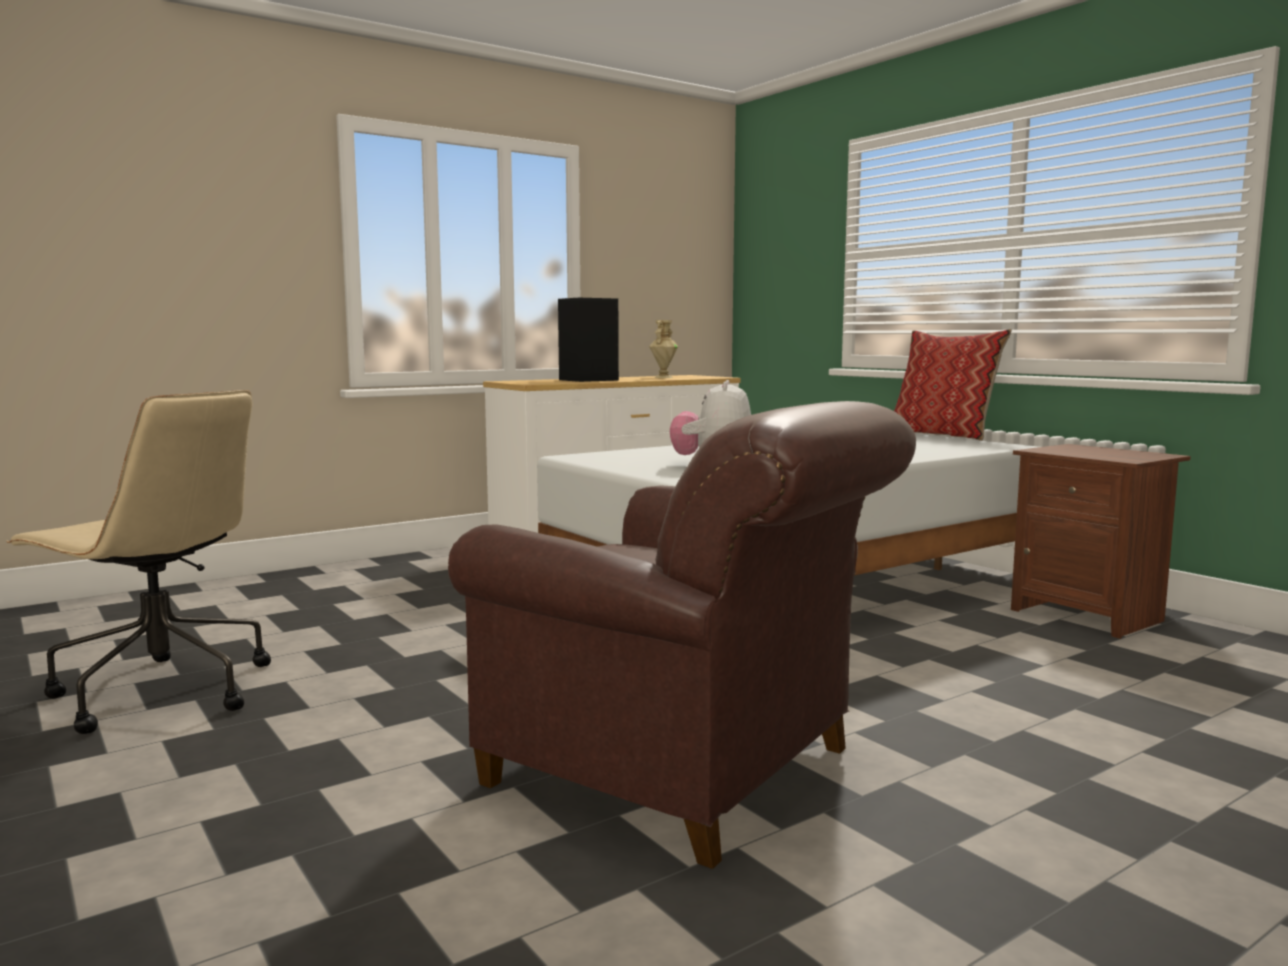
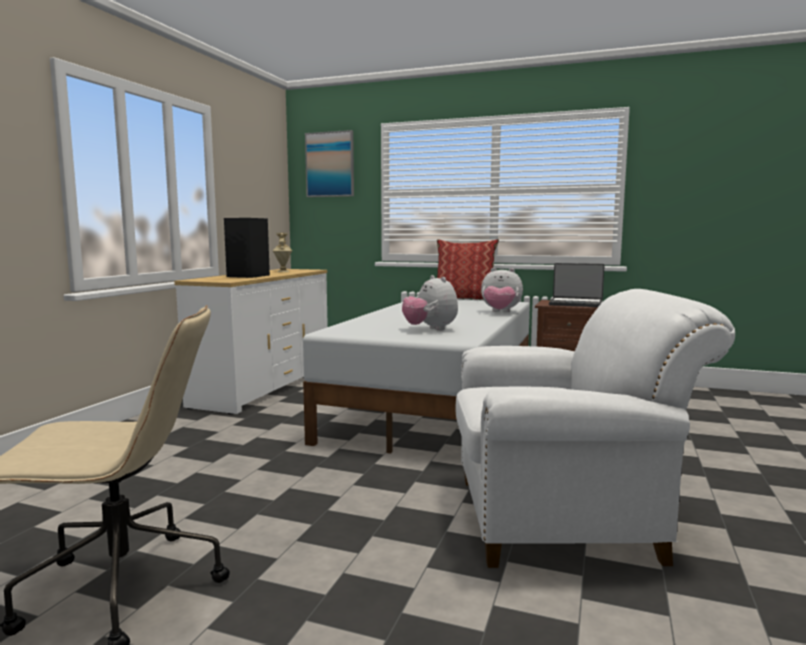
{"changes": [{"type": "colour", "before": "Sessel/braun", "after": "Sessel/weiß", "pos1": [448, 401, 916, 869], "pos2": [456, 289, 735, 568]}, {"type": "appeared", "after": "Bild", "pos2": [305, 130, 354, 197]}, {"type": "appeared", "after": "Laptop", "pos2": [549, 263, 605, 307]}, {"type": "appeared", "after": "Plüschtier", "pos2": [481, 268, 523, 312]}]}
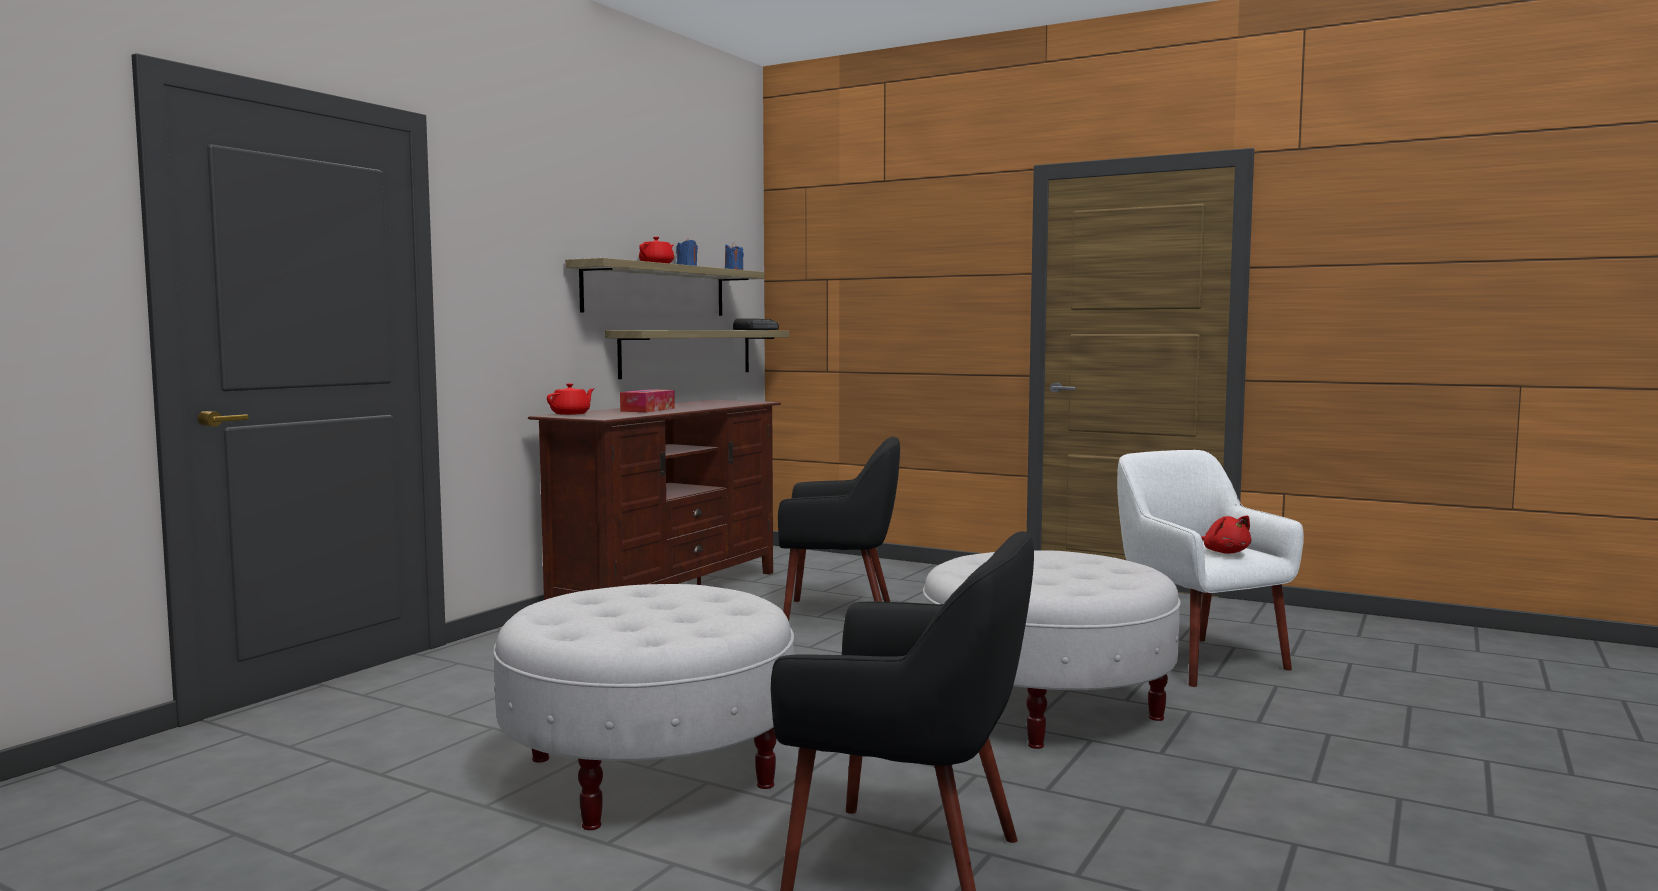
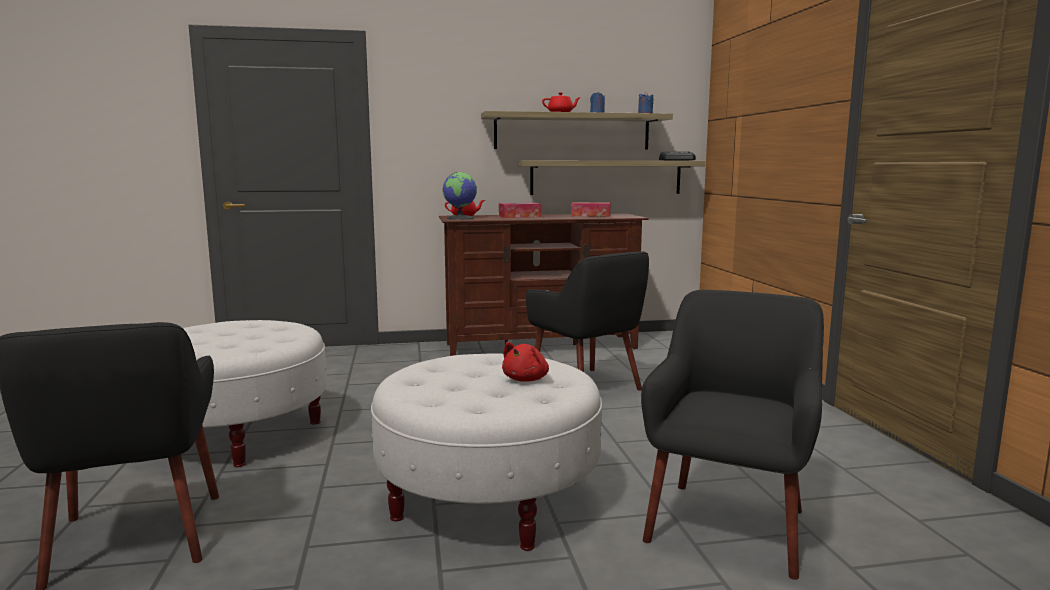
{"changes": [{"type": "colour", "before": "Sessel/weiß", "after": "Sessel/schwarz", "pos1": [1117, 450, 1304, 687], "pos2": [641, 290, 824, 580]}, {"type": "relocated", "before": "Plüschtier/rot", "pos1": [1201, 515, 1251, 554], "pos2": [502, 342, 549, 382]}, {"type": "appeared", "after": "Globus", "pos2": [443, 172, 477, 220]}, {"type": "appeared", "after": "Taschentuchbox", "pos2": [571, 202, 611, 217]}]}
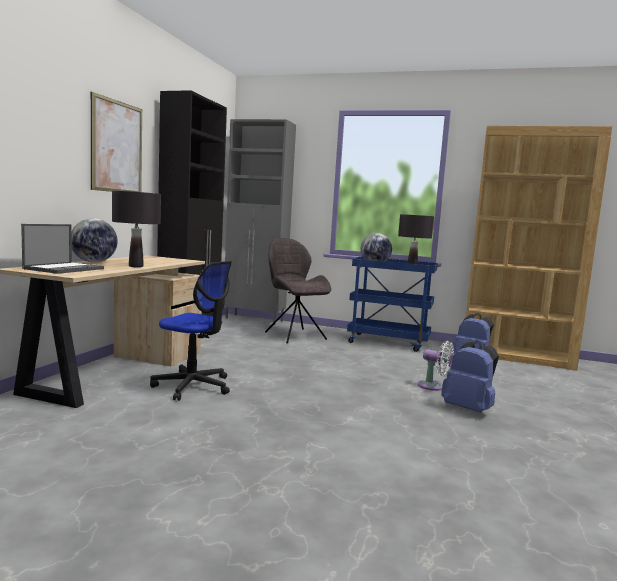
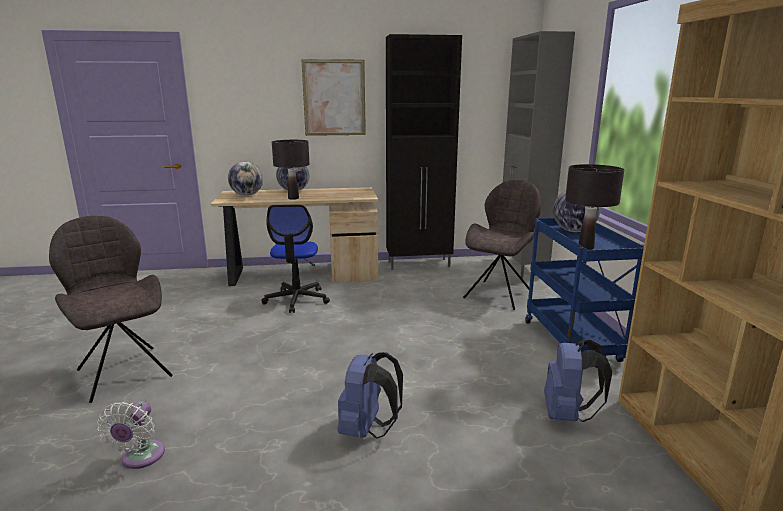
{"changes": [{"type": "exchanged", "before": "Laptop", "after": "Globus", "pos1": [21, 224, 104, 274], "pos2": [228, 162, 263, 196]}, {"type": "relocated", "before": "Ventilator/weiß", "pos1": [418, 341, 454, 391], "pos2": [97, 401, 165, 469]}, {"type": "appeared", "after": "Stuhl/grau", "pos2": [49, 216, 173, 403]}]}
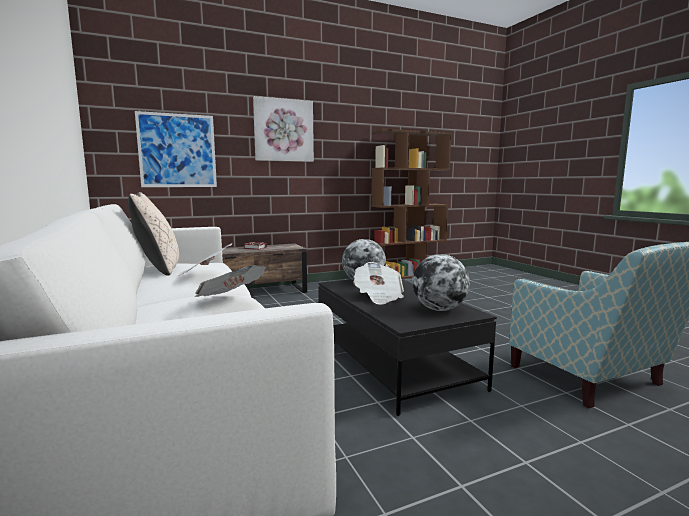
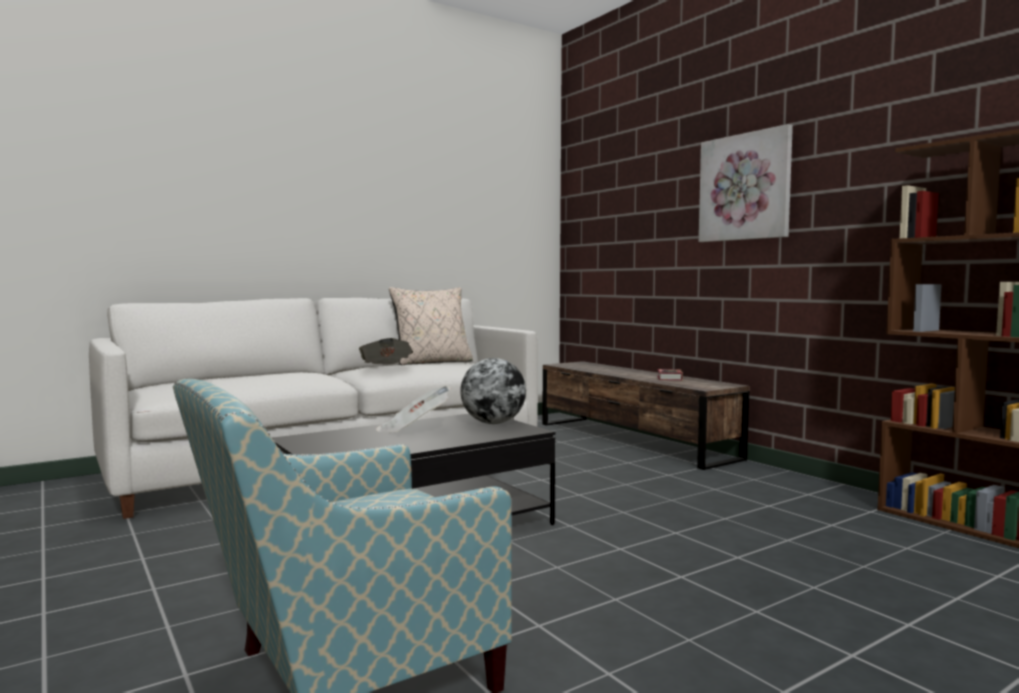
{"changes": [{"type": "missing", "before": "Bild", "pos1": [135, 111, 217, 187]}, {"type": "missing", "before": "Globus", "pos1": [412, 254, 470, 311]}, {"type": "missing", "before": "Zeitung", "pos1": [195, 265, 266, 297]}]}
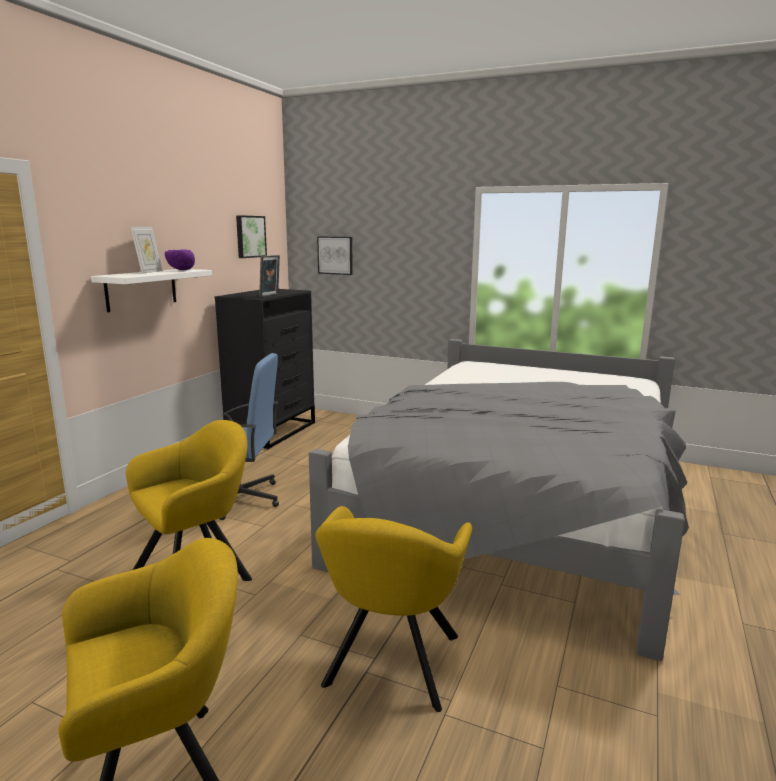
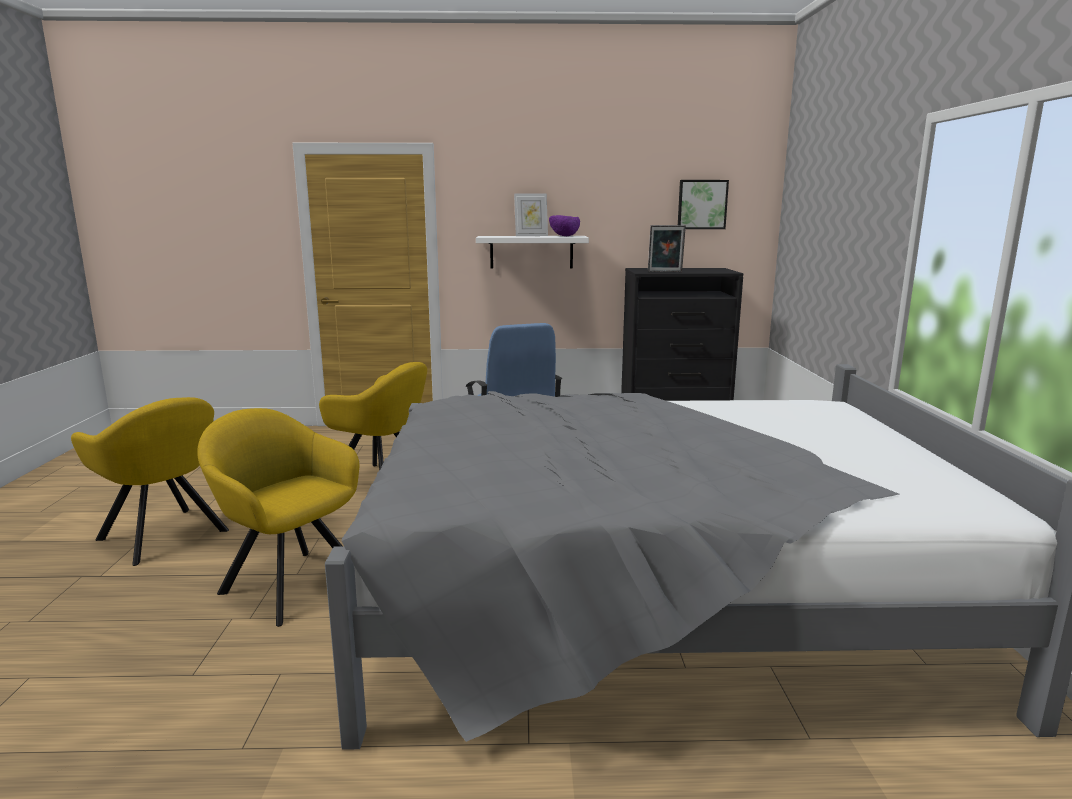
{"changes": [{"type": "missing", "before": "Bild", "pos1": [317, 236, 353, 275]}, {"type": "spun", "before": "Sessel/gelb", "pos1": [315, 506, 472, 712], "pos2": [197, 408, 359, 627], "turn": 45}]}
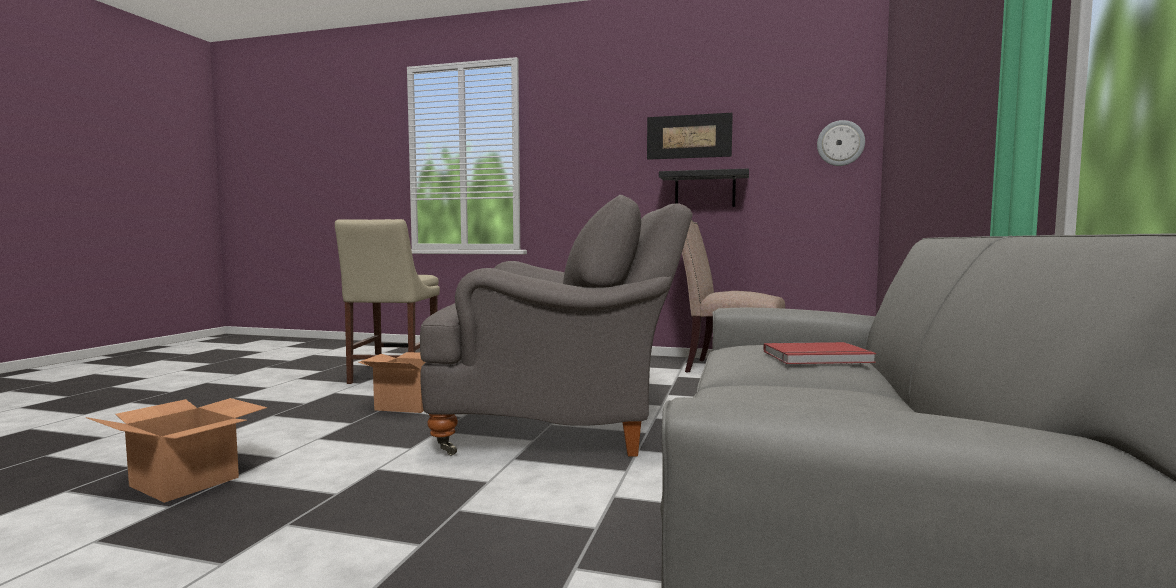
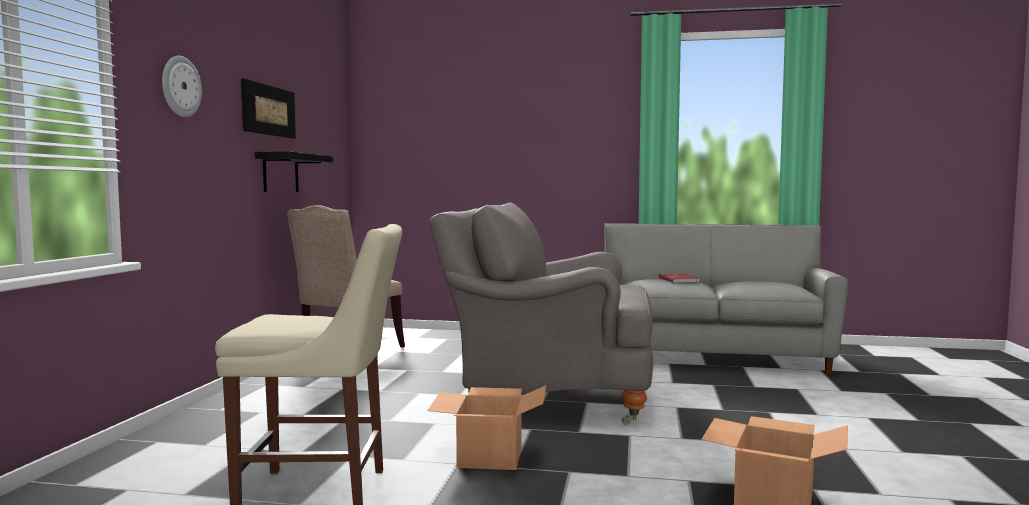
{"changes": [{"type": "relocated", "before": "Wanduhr", "pos1": [817, 120, 865, 166], "pos2": [162, 56, 202, 117]}, {"type": "spun", "before": "Sessel/grau", "pos1": [420, 195, 693, 457], "pos2": [429, 202, 653, 425], "turn": -75}]}
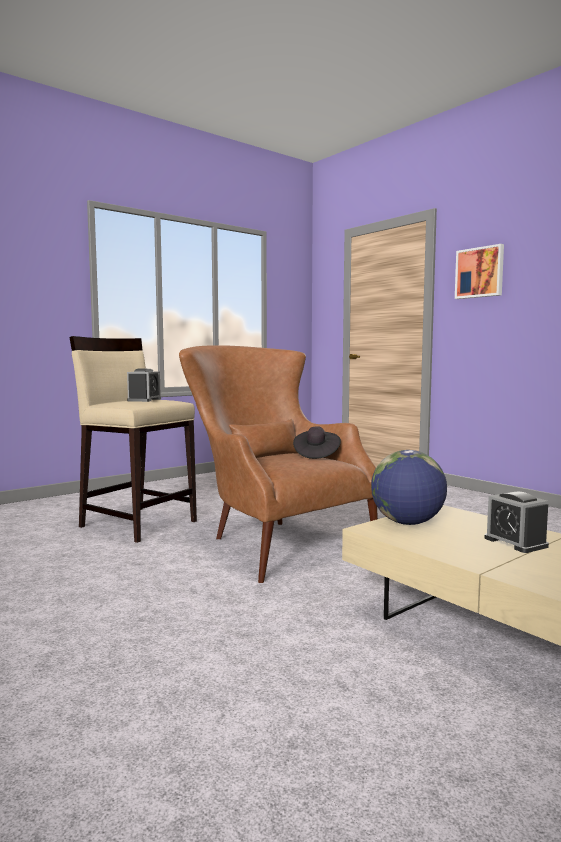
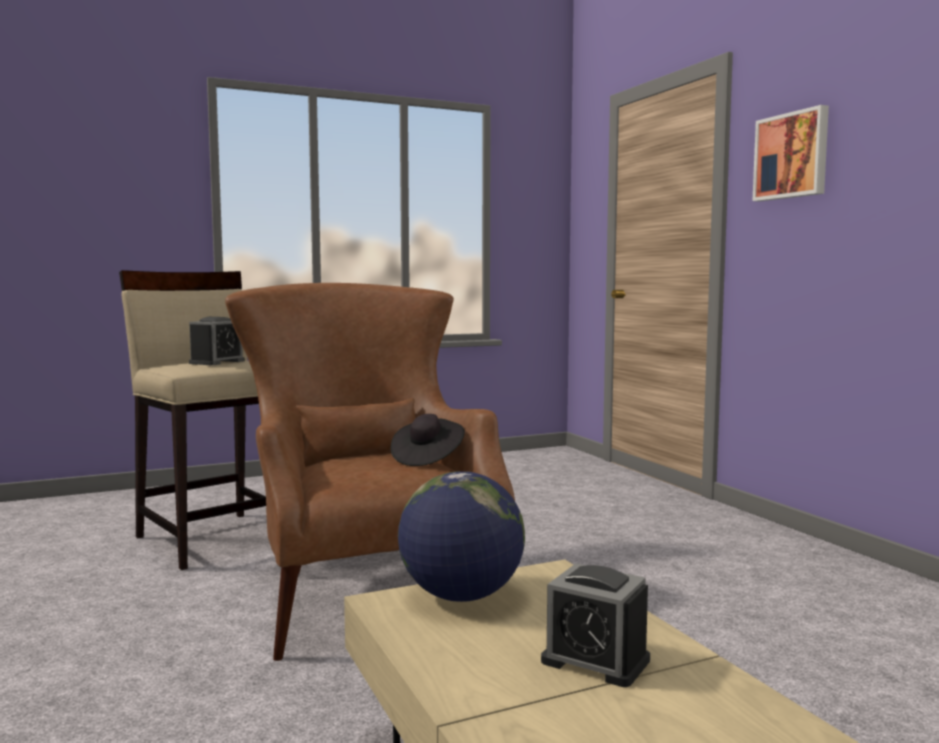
{"changes": [{"type": "spun", "before": "Wecker", "pos1": [485, 492, 549, 553], "pos2": [541, 563, 650, 687], "turn": -45}]}
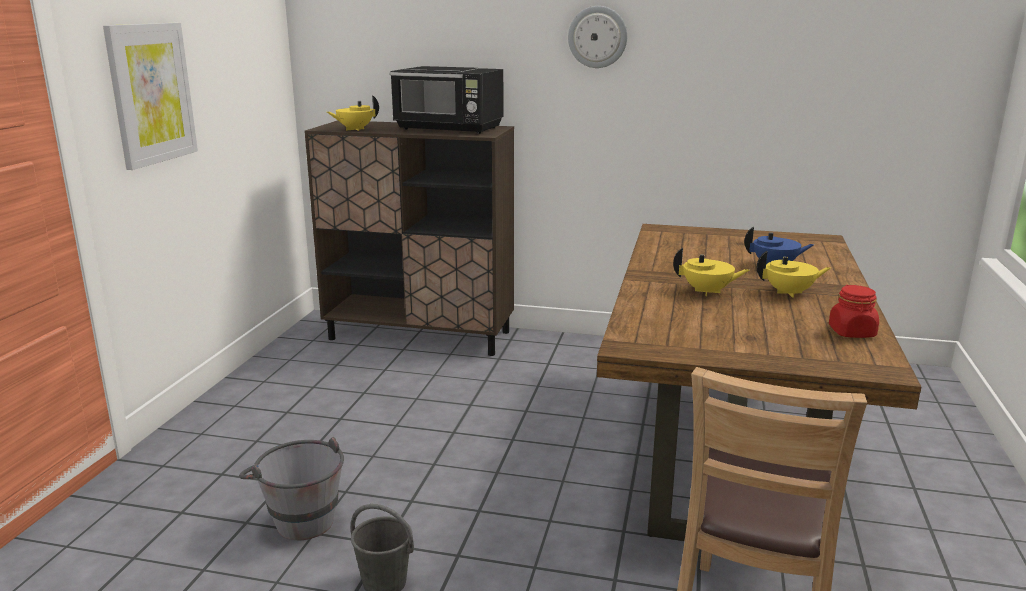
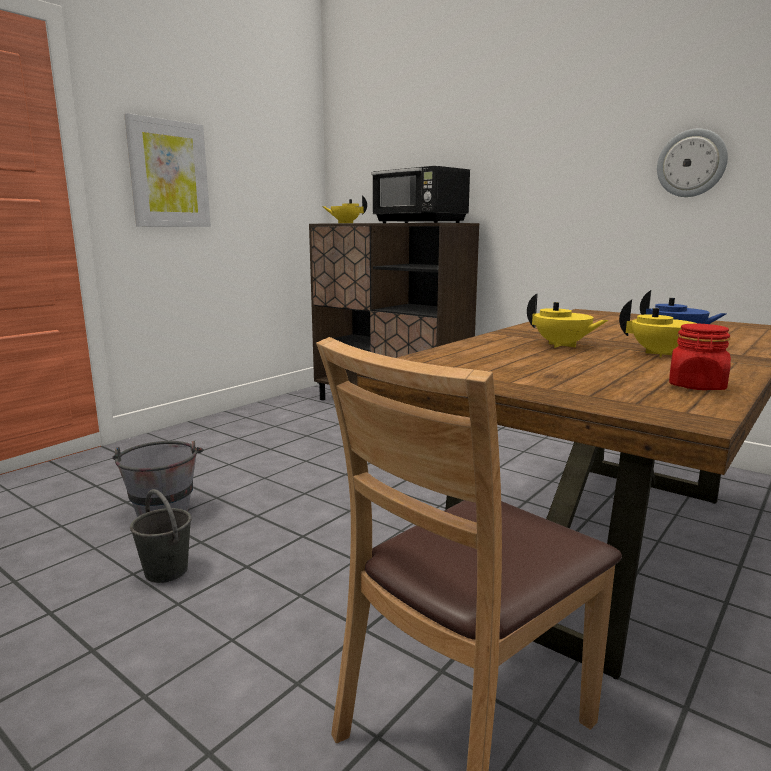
{"changes": [{"type": "relocated", "before": "Wanduhr", "pos1": [568, 6, 627, 68], "pos2": [657, 129, 728, 197]}]}
